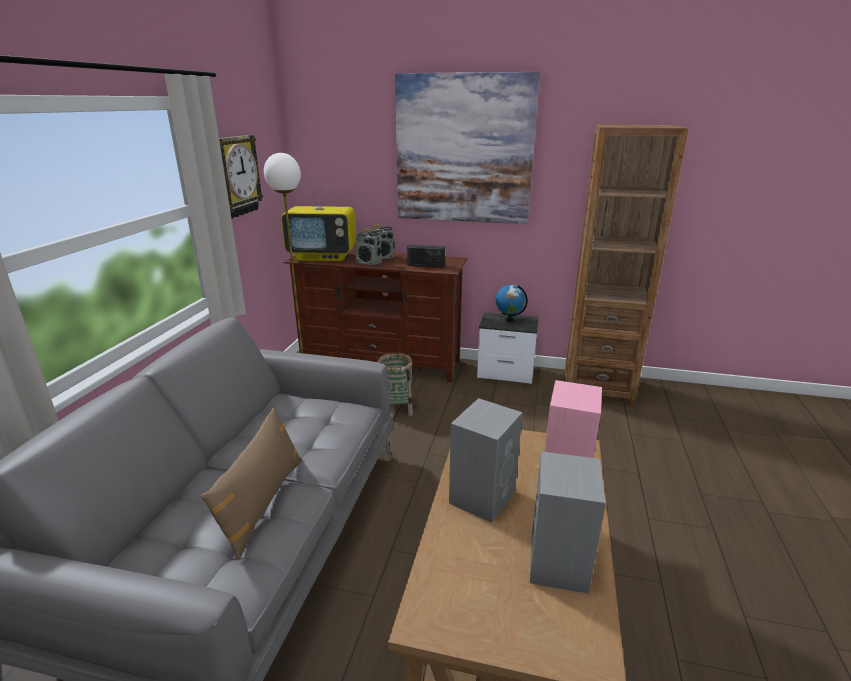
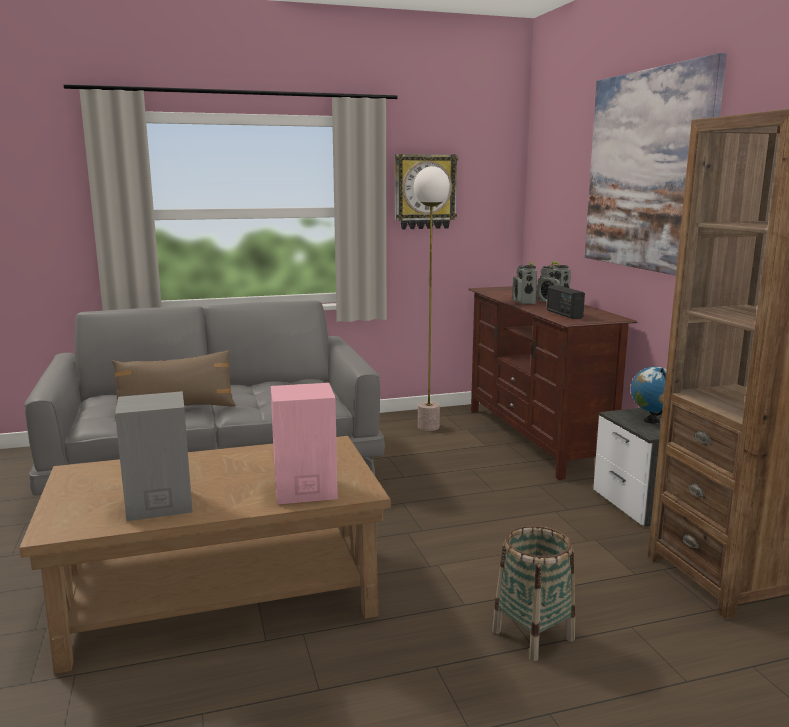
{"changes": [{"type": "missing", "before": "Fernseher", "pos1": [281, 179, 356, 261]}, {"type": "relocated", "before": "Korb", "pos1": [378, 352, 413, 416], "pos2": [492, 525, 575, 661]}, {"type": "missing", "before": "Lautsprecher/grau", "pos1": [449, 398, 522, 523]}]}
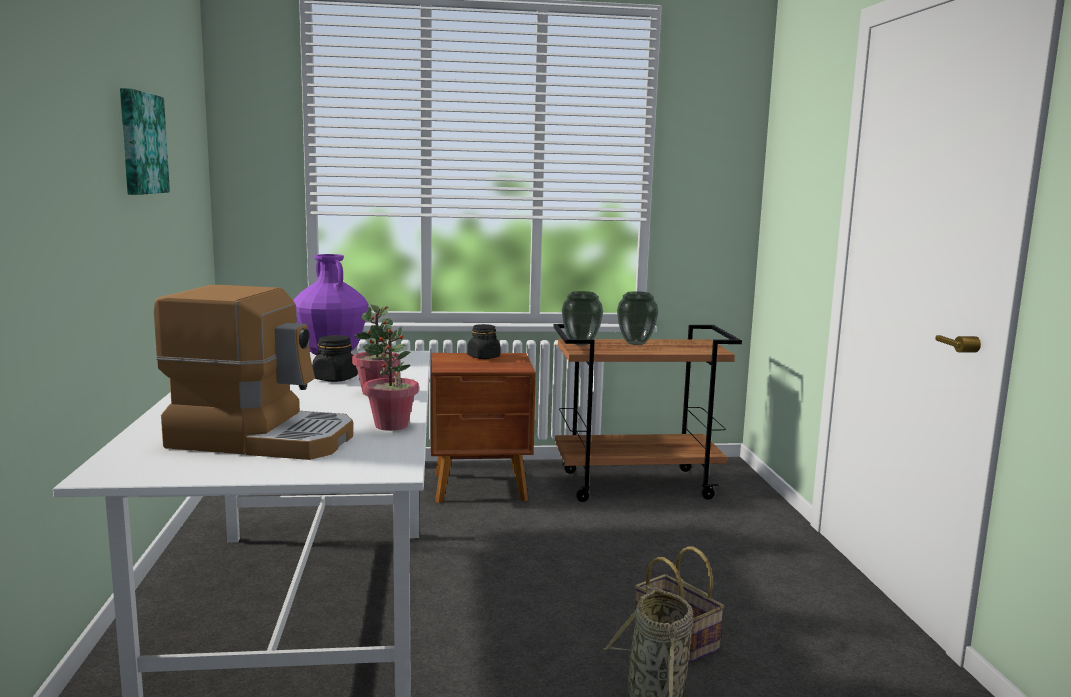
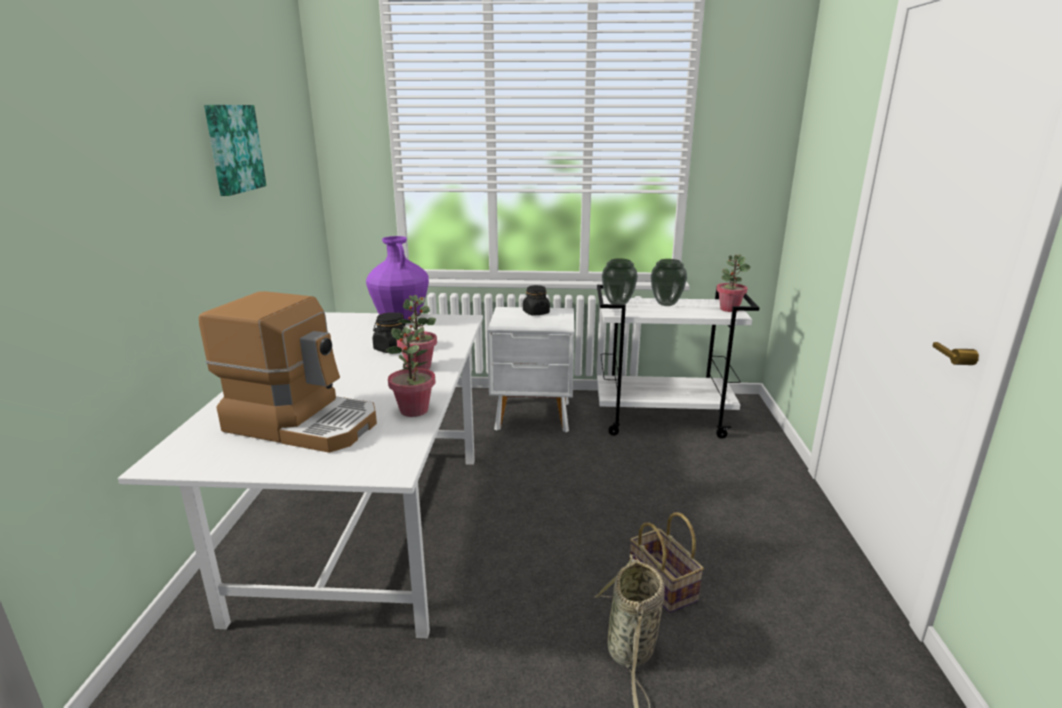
{"changes": [{"type": "colour", "before": "Rollwagen/braun", "after": "Rollwagen/weiß", "pos1": [554, 324, 742, 502], "pos2": [597, 285, 759, 439]}, {"type": "colour", "before": "Nachttisch/braun", "after": "Nachttisch/weiß", "pos1": [431, 353, 536, 503], "pos2": [487, 307, 574, 432]}, {"type": "appeared", "after": "Topfpflanze", "pos2": [717, 254, 751, 312]}]}
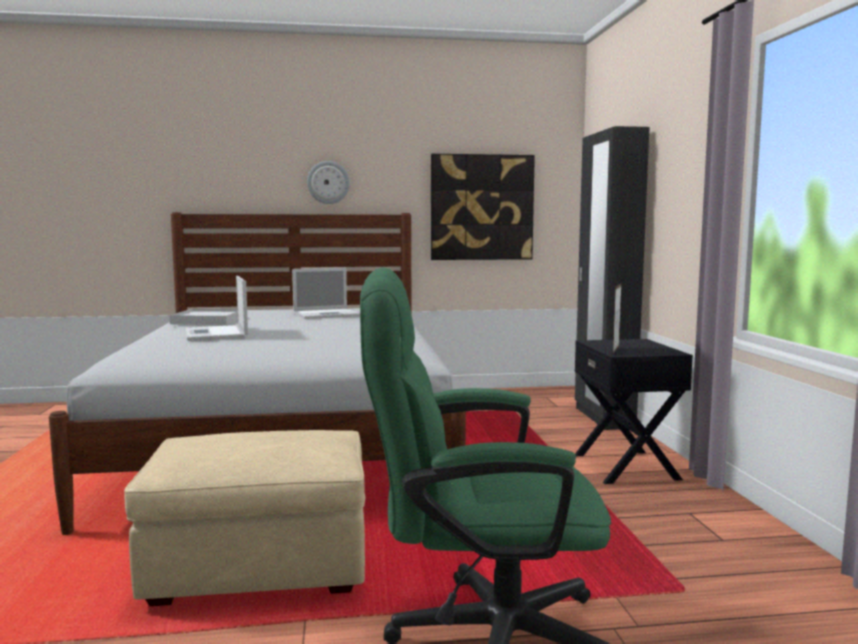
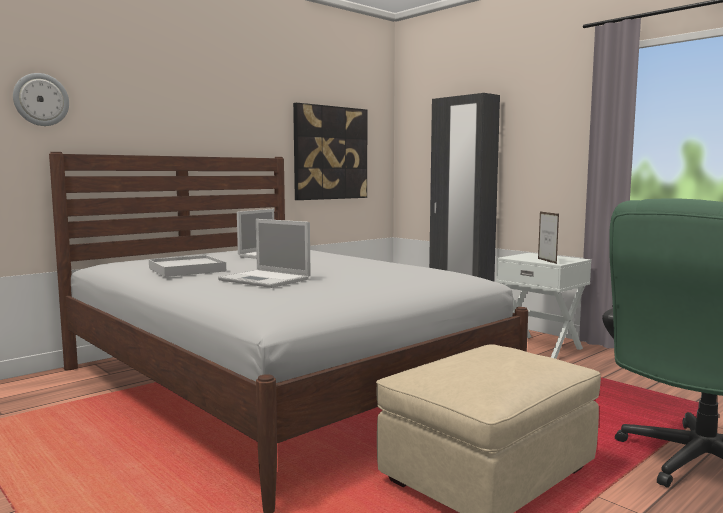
{"changes": [{"type": "relocated", "before": "Wanduhr", "pos1": [307, 161, 350, 204], "pos2": [13, 73, 69, 126]}, {"type": "colour", "before": "Nachttisch/schwarz", "after": "Nachttisch/weiß", "pos1": [575, 339, 693, 484], "pos2": [496, 253, 591, 359]}]}
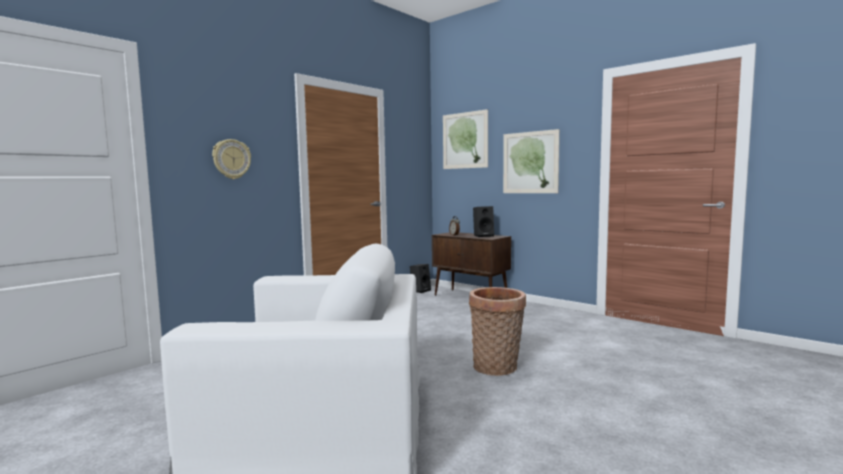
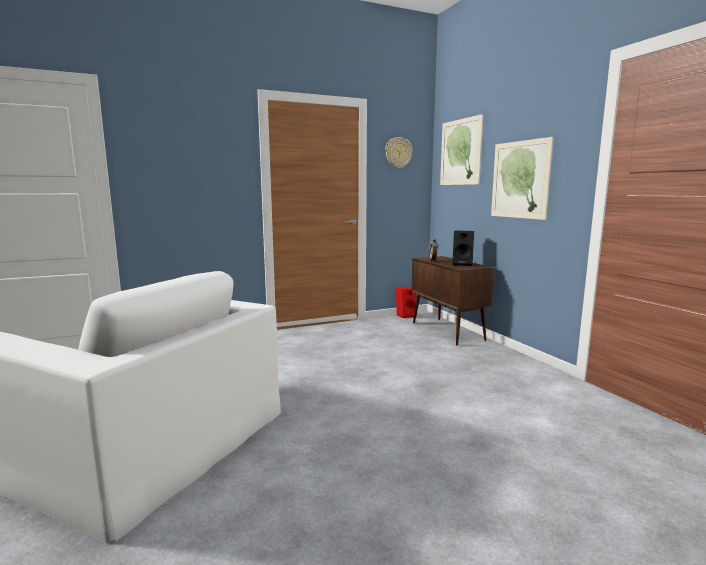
{"changes": [{"type": "relocated", "before": "Wanduhr", "pos1": [212, 139, 251, 179], "pos2": [385, 137, 413, 169]}, {"type": "colour", "before": "Lautsprecher/schwarz", "after": "Lautsprecher/rot", "pos1": [410, 264, 431, 293], "pos2": [396, 287, 417, 318]}, {"type": "missing", "before": "Korb", "pos1": [469, 287, 526, 376]}]}
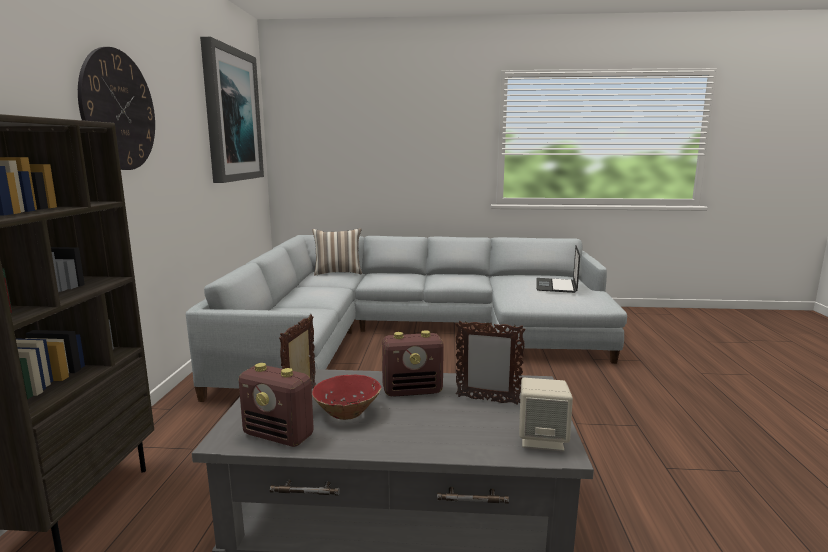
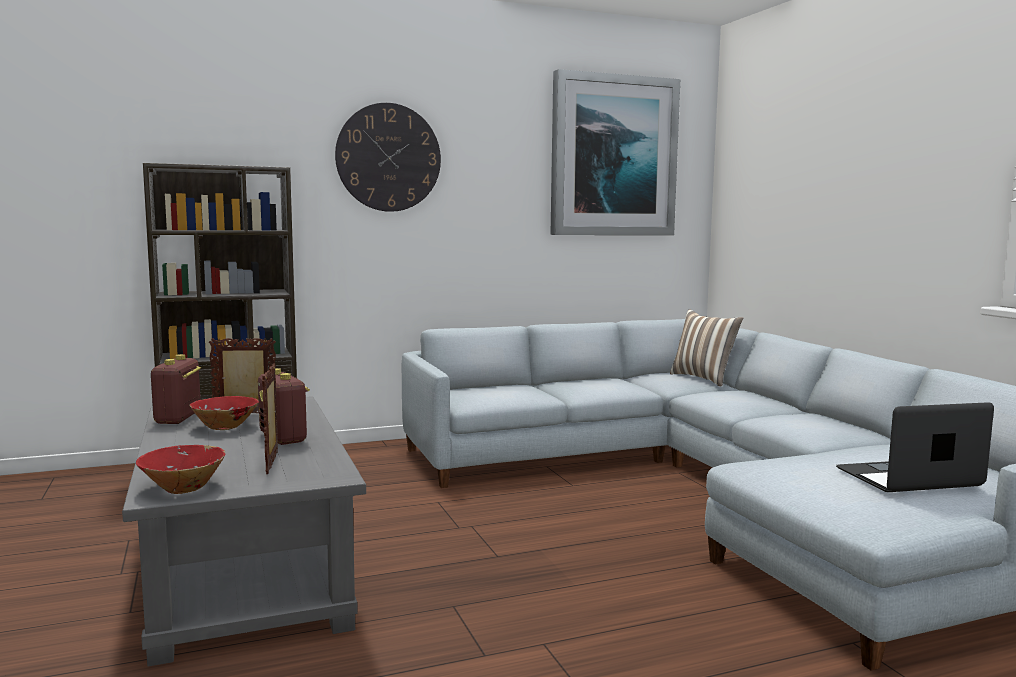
{"changes": [{"type": "exchanged", "before": "Lautsprecher/beige", "after": "Schüssel/rot", "pos1": [519, 378, 573, 451], "pos2": [136, 445, 225, 494]}]}
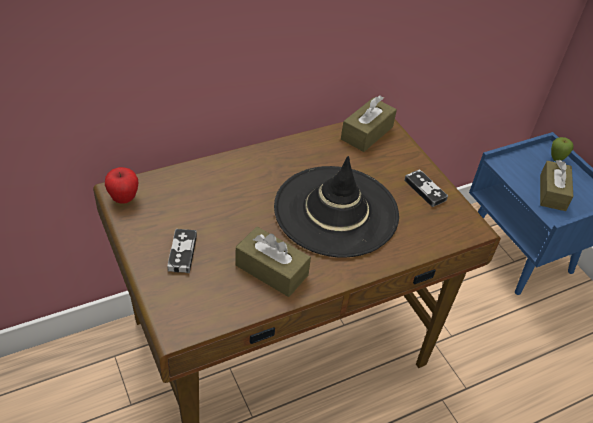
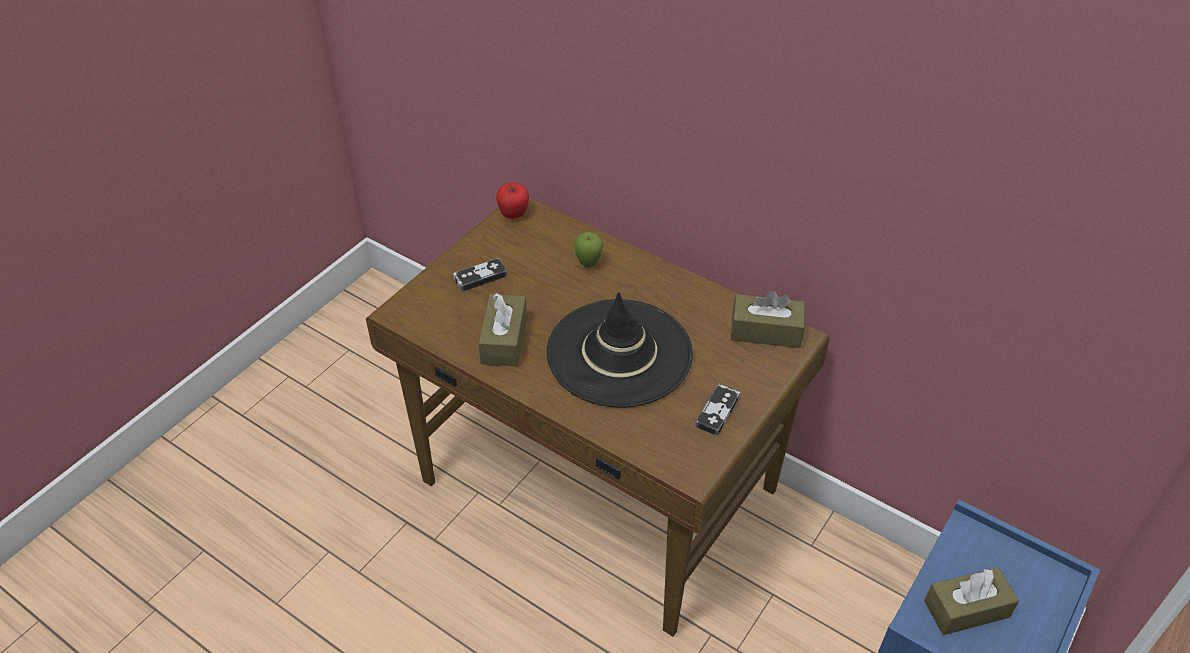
{"changes": [{"type": "relocated", "before": "Apfel", "pos1": [551, 137, 573, 161], "pos2": [574, 232, 603, 268]}]}
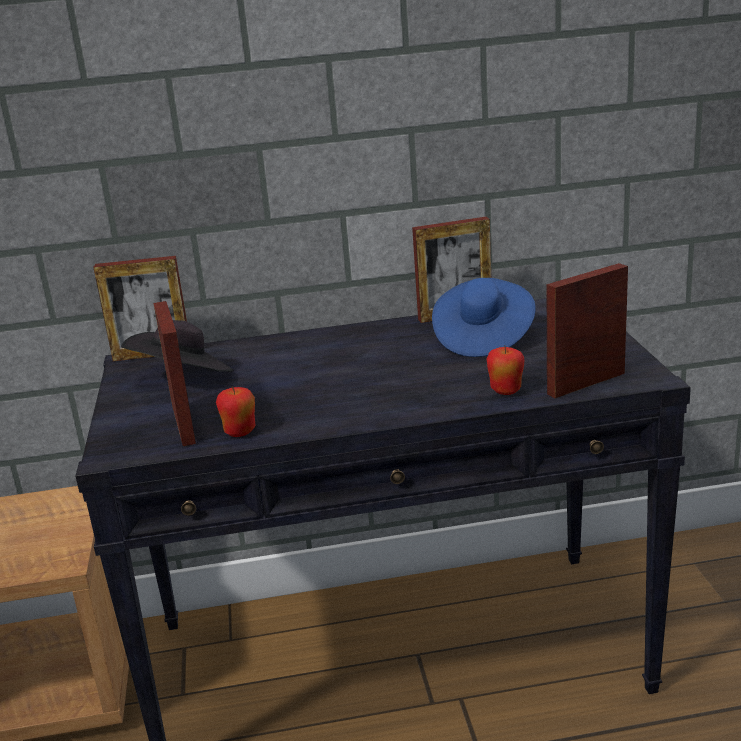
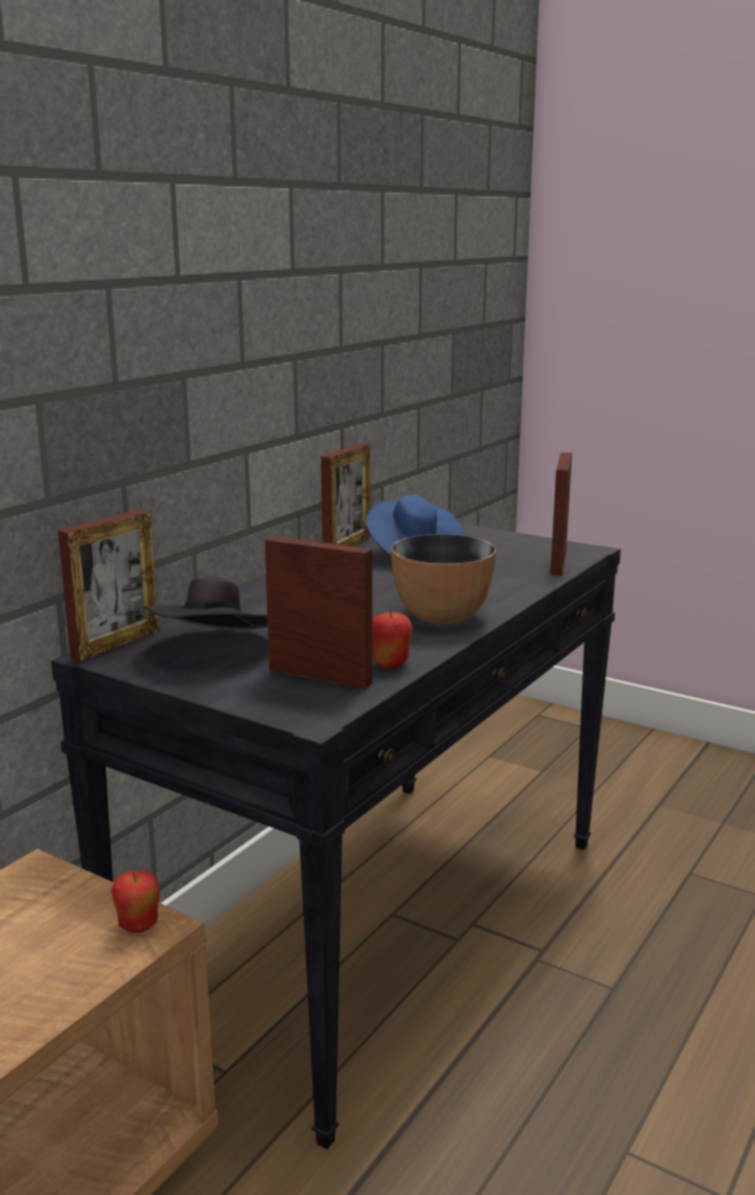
{"changes": [{"type": "relocated", "before": "Apfel", "pos1": [487, 346, 524, 395], "pos2": [111, 871, 160, 933]}, {"type": "appeared", "after": "Schüssel", "pos2": [391, 534, 496, 624]}]}
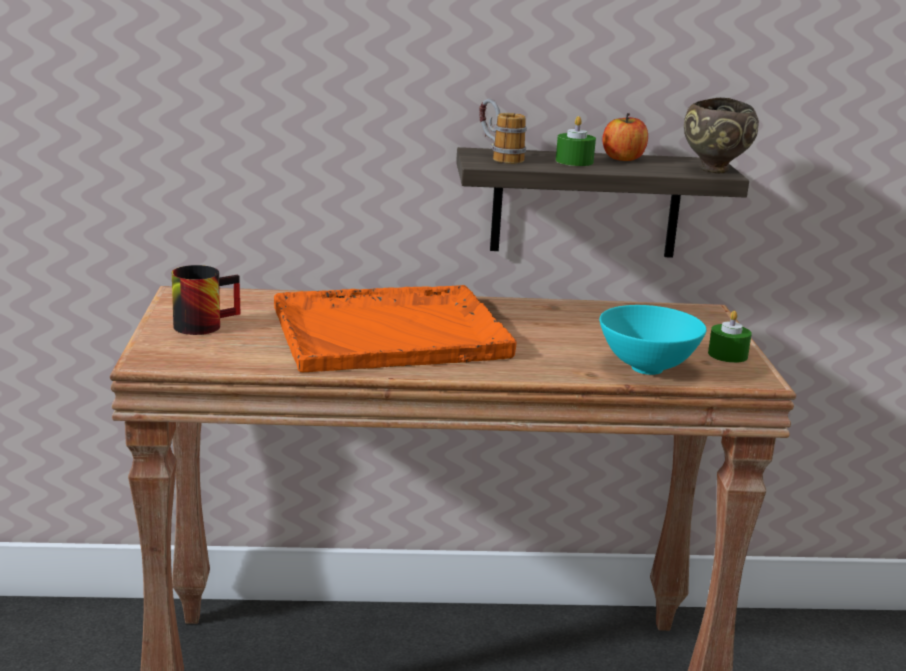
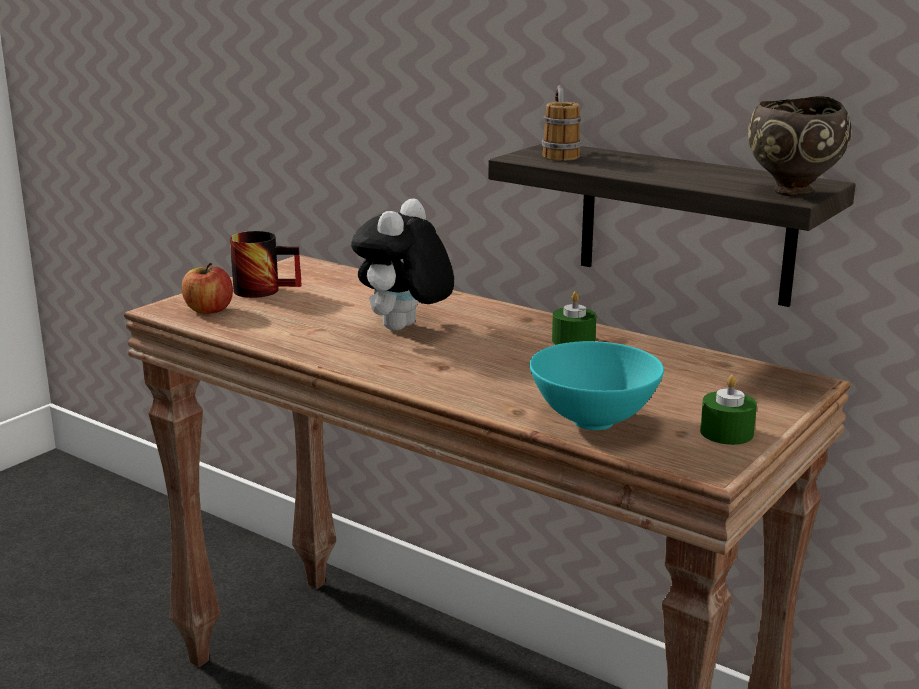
{"changes": [{"type": "relocated", "before": "Apfel", "pos1": [602, 113, 648, 161], "pos2": [182, 263, 233, 314]}, {"type": "relocated", "before": "Kerze/grün", "pos1": [556, 116, 596, 166], "pos2": [552, 292, 596, 345]}, {"type": "exchanged", "before": "Tablett/orange", "after": "Plüschtier", "pos1": [274, 285, 516, 372], "pos2": [351, 198, 454, 331]}]}
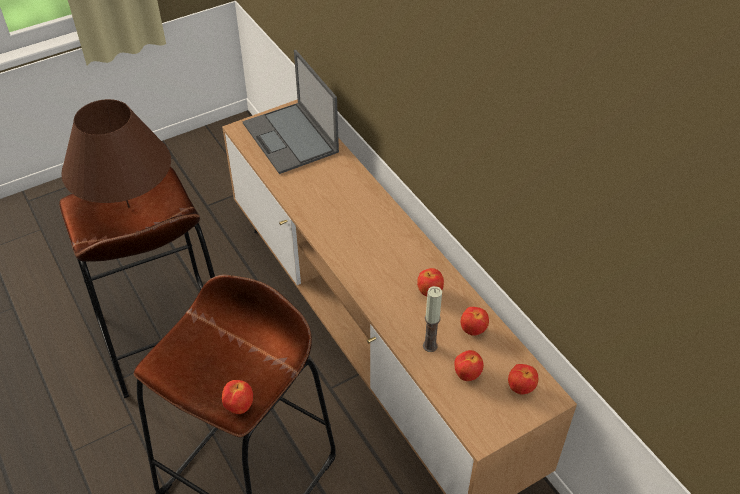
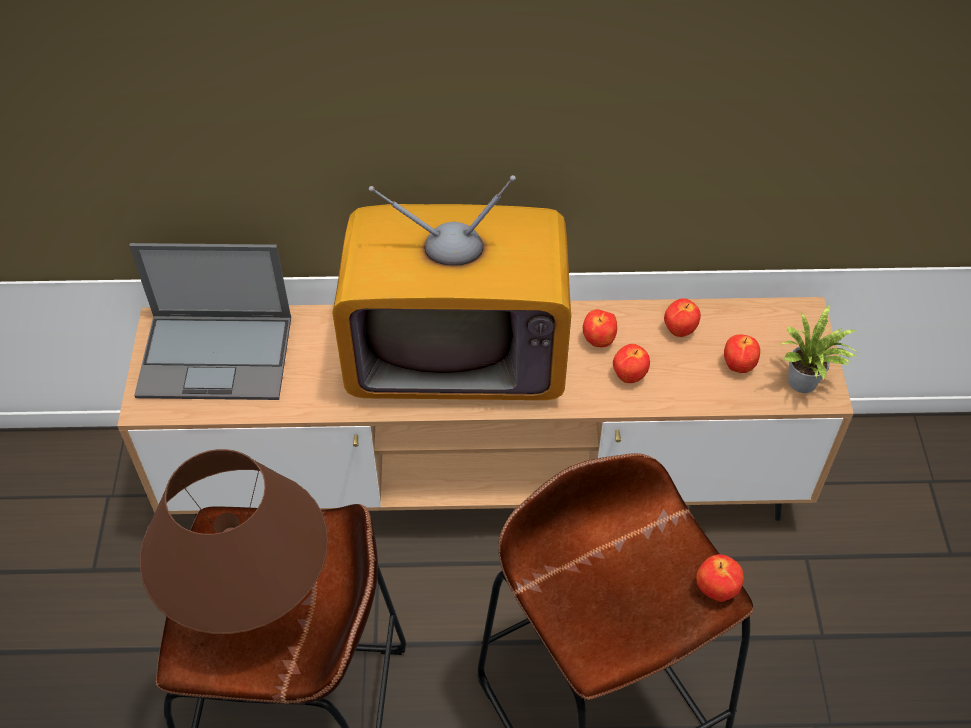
{"changes": [{"type": "missing", "before": "Kerze", "pos1": [423, 286, 442, 352]}, {"type": "relocated", "before": "Apfel", "pos1": [508, 364, 538, 395], "pos2": [613, 344, 650, 383]}, {"type": "appeared", "after": "Fernseher", "pos2": [332, 175, 571, 400]}, {"type": "appeared", "after": "Topfpflanze", "pos2": [779, 304, 861, 393]}]}
